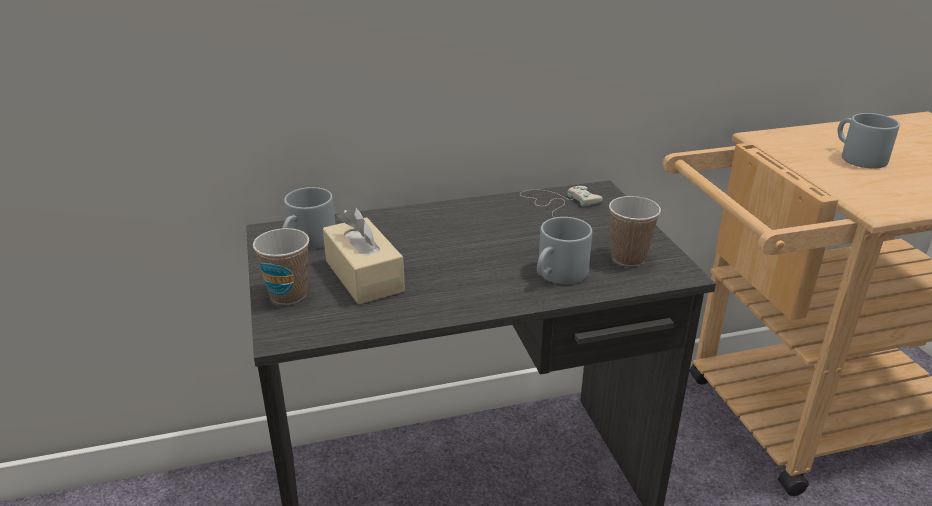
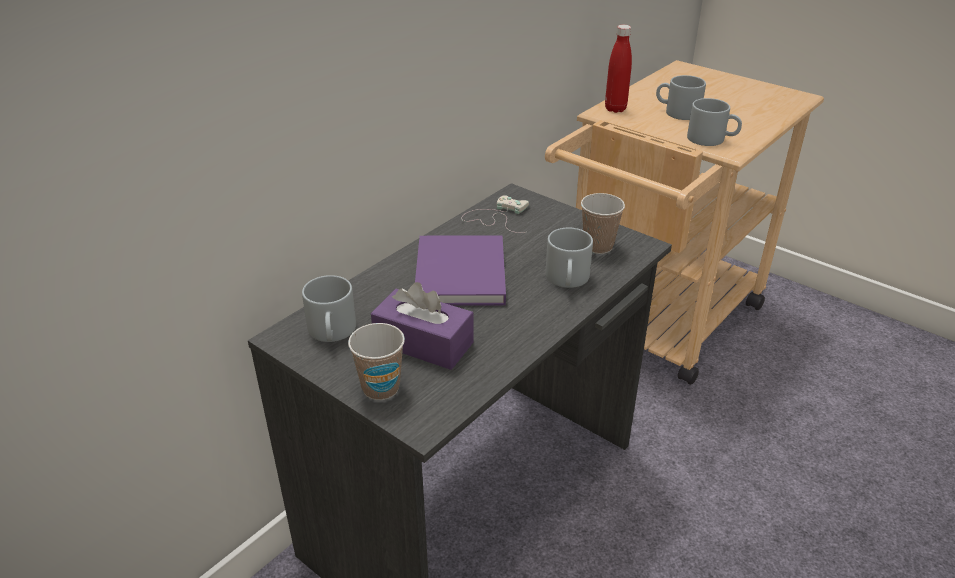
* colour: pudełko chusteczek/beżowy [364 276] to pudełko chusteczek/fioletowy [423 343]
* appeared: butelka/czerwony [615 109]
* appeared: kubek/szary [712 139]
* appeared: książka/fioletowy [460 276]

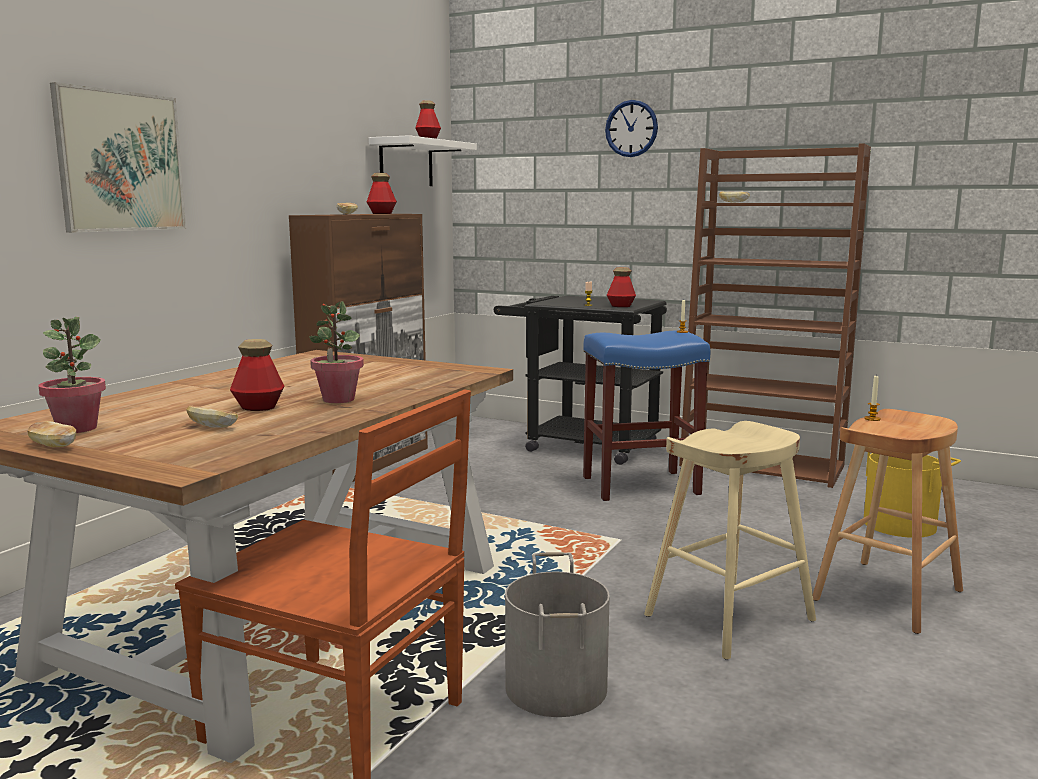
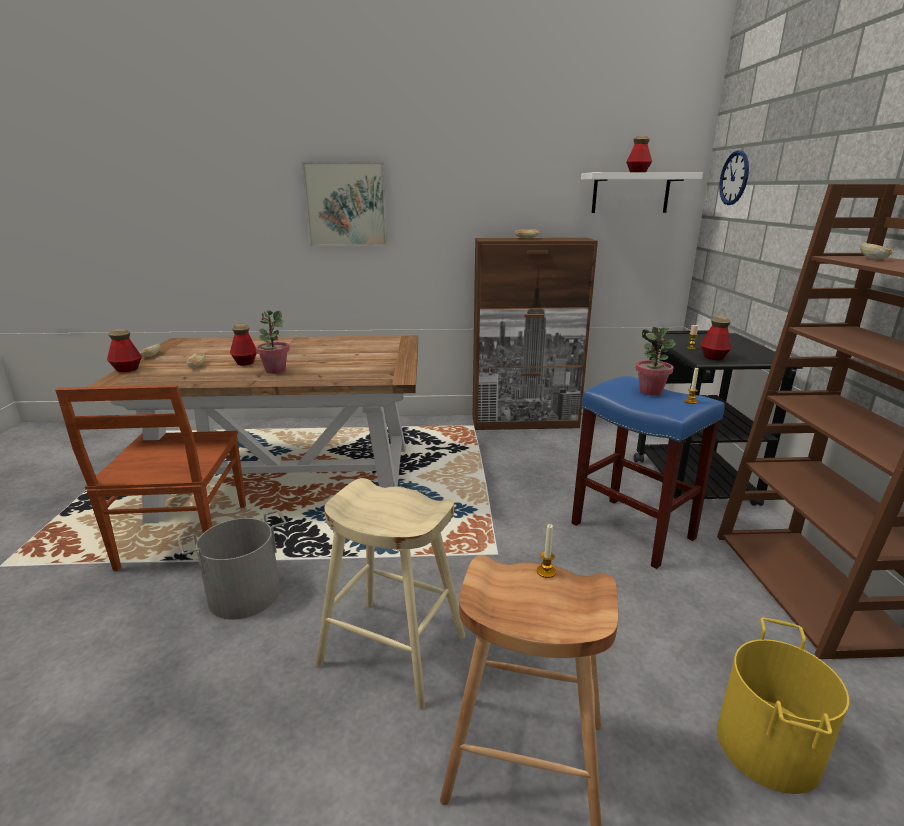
* relocated: zegar ścienny [631 128] to [734 178]
* relocated: butelka [382 213] to [127 369]
* relocated: roślina doniczkowa [77 428] to [650 391]

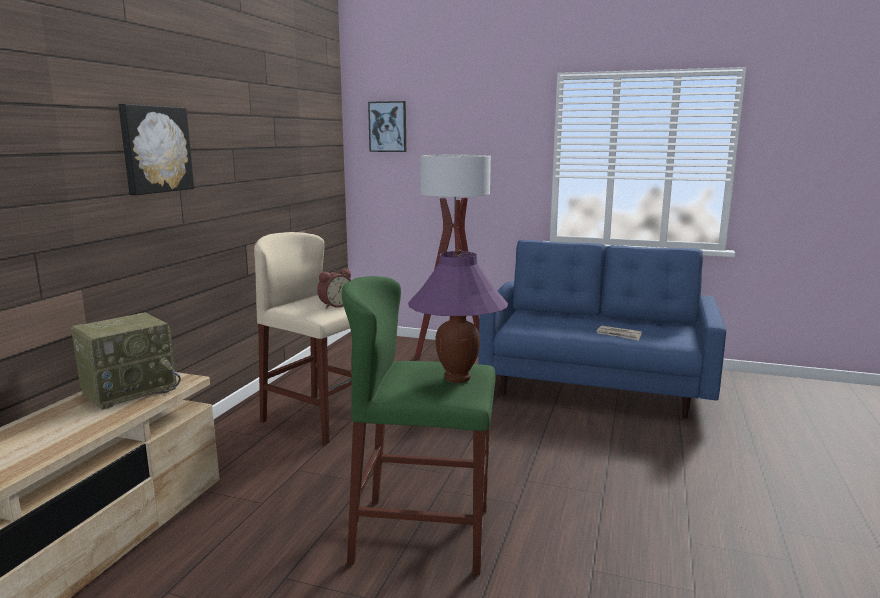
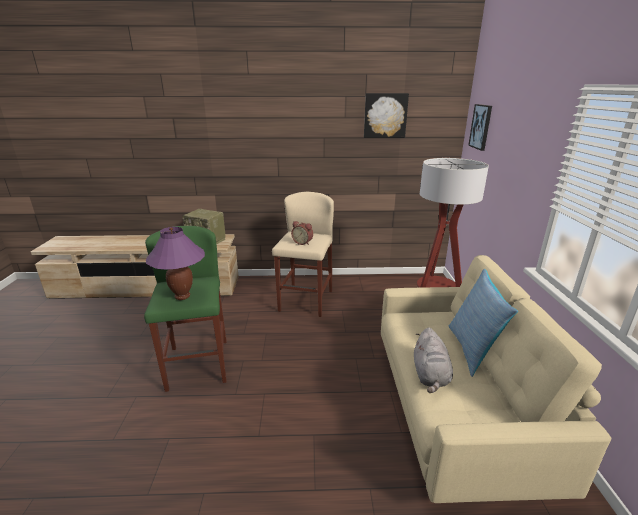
* relocated: obraz [155 149] to [385 115]
* colour: kanapa/niebieski [596 387] to kanapa/beżowy [454 413]
* exchanged: gazeta [619 335] to pluszak/szary [430 375]
* appeared: poduszka [473 350]

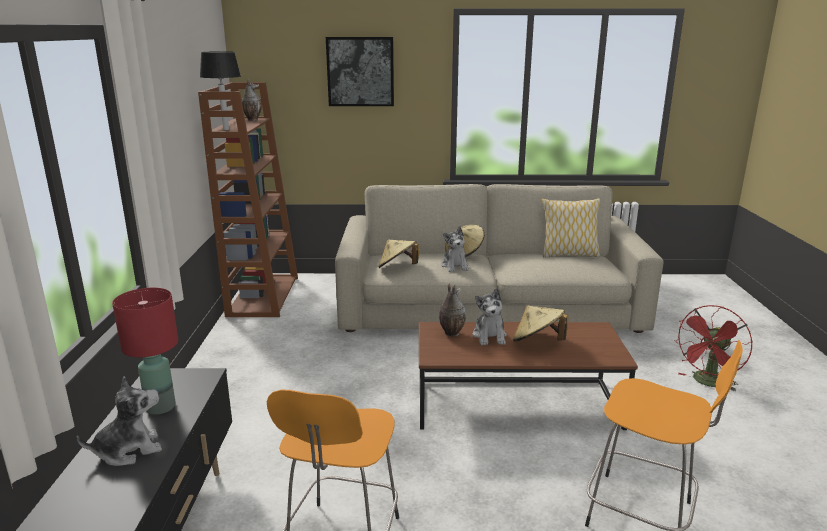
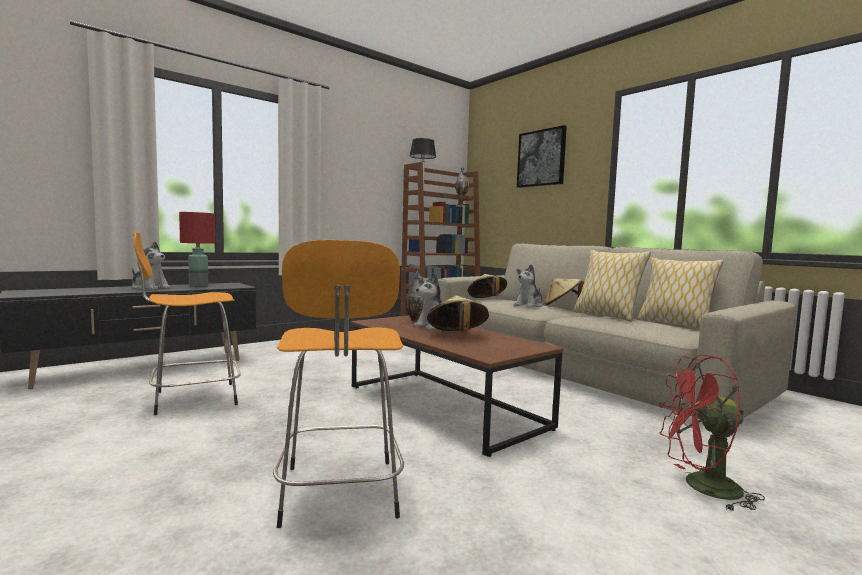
* appeared: poduszka [606 316]

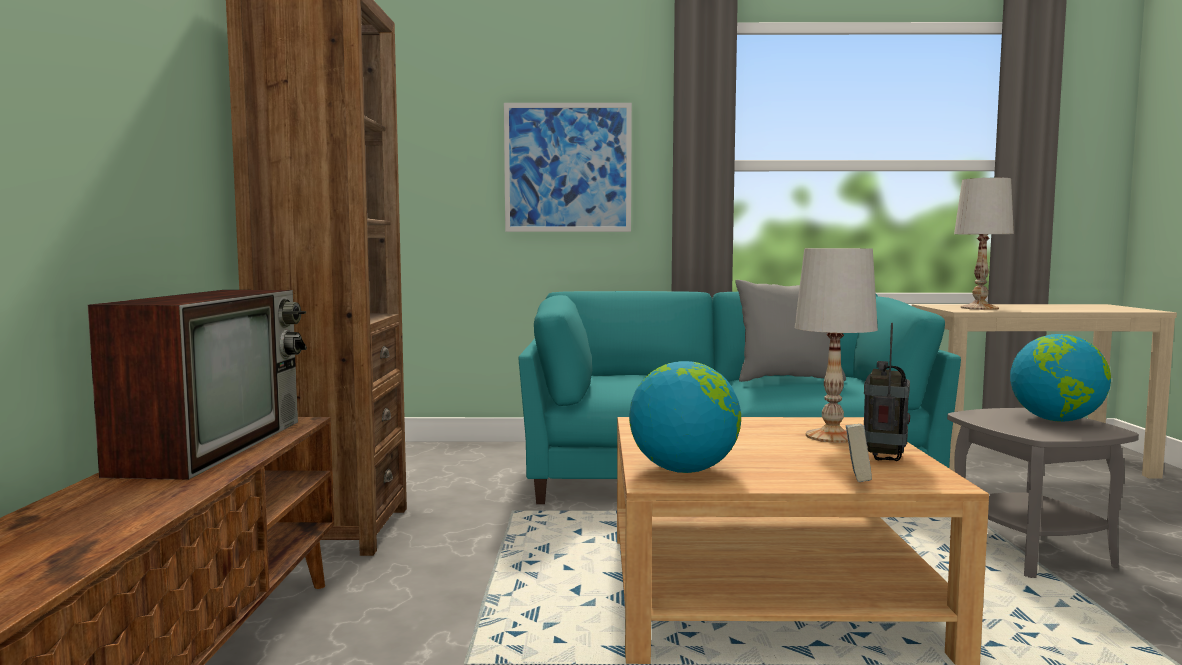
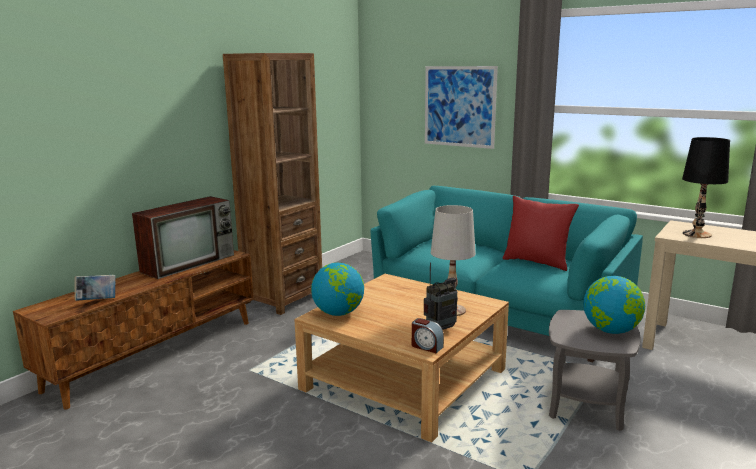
* colour: lampa stołowa/biały [979 308] to lampa stołowa/czarny [696 234]
* colour: poduszka/szary [788 379] to poduszka/czerwony [537 262]
* relocated: książka [857 483] to [97 301]
* appeared: budzik [426 346]

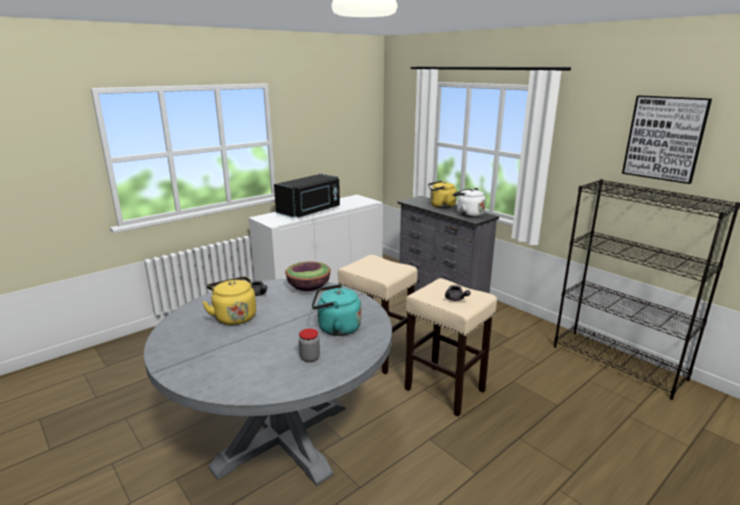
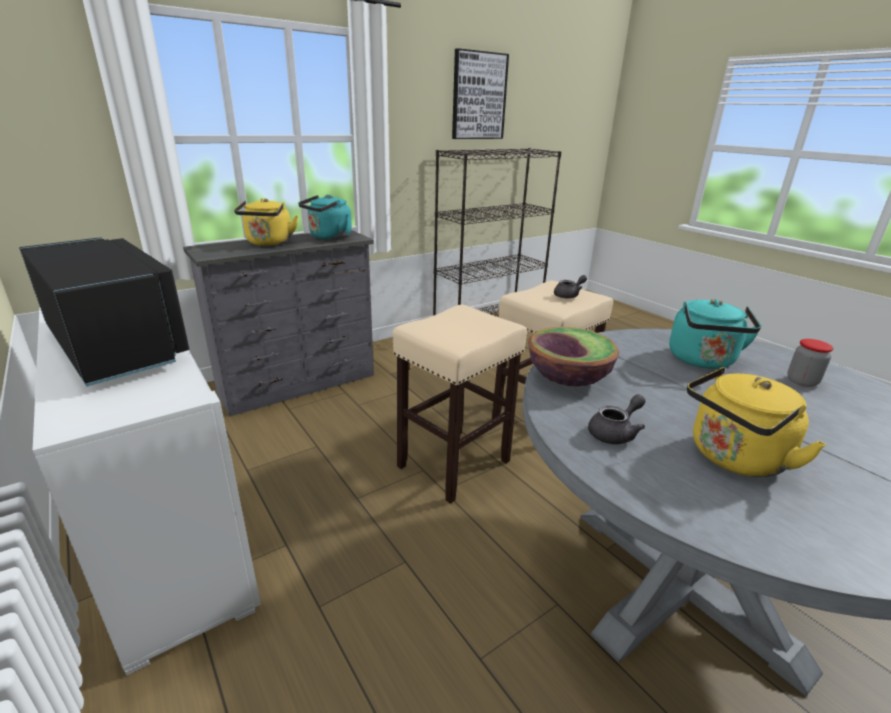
* colour: czajnik/biały [468 214] to czajnik/turkusowy [328 237]

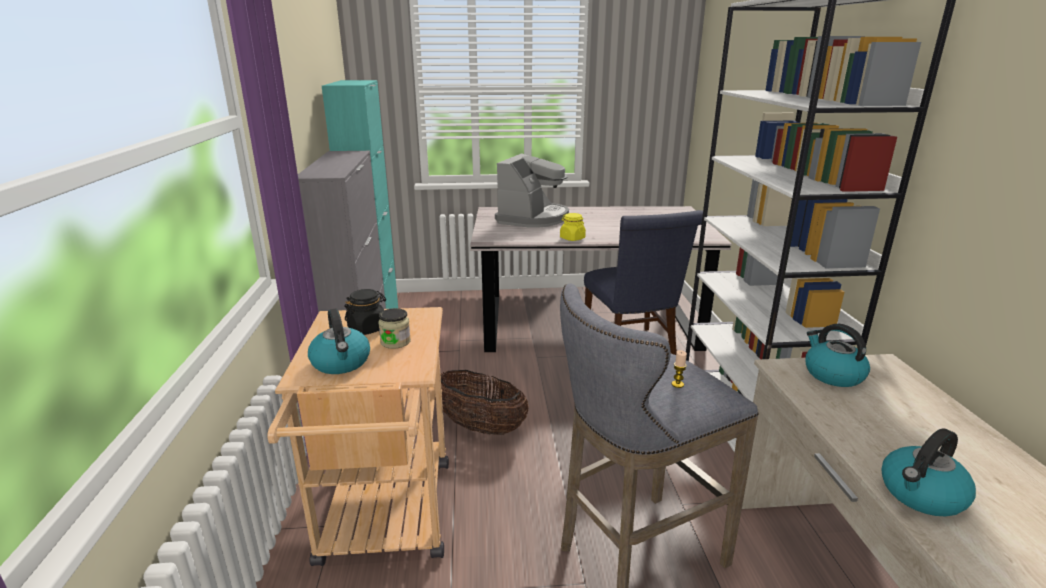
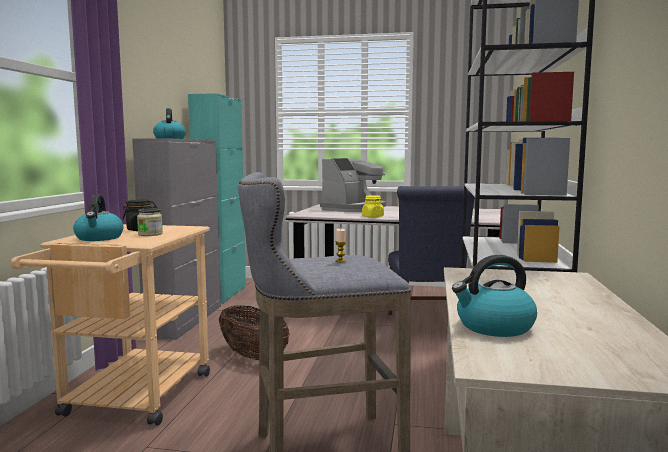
* relocated: czajnik [832 374] to [169 138]

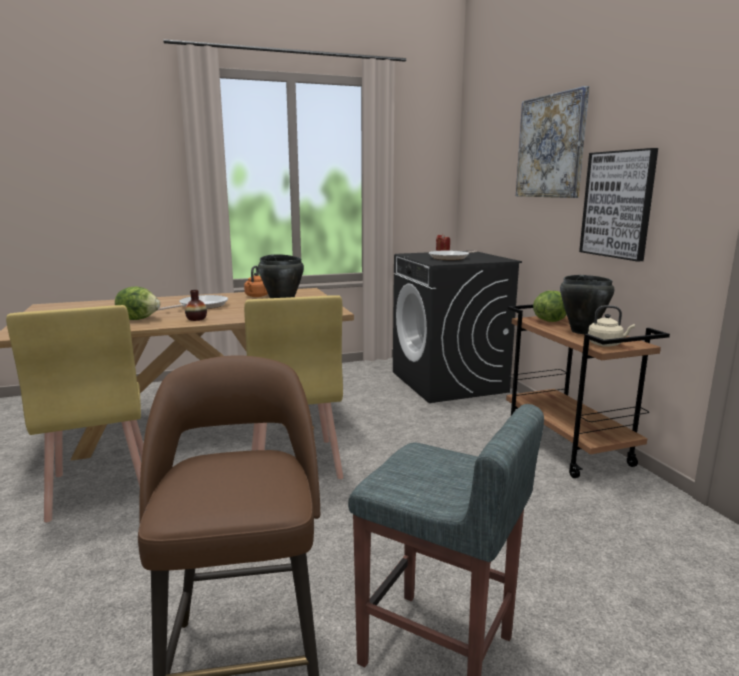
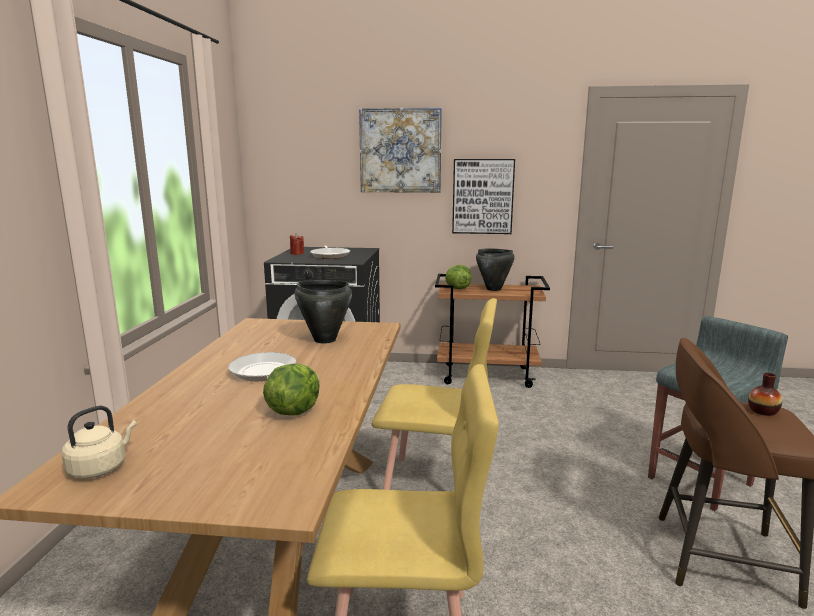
* missing: czajnik/pomarańczowy [256 296]
* relocated: wazon [196 319] to [763 411]
* relocated: czajnik/beżowy [606 344] to [100 467]

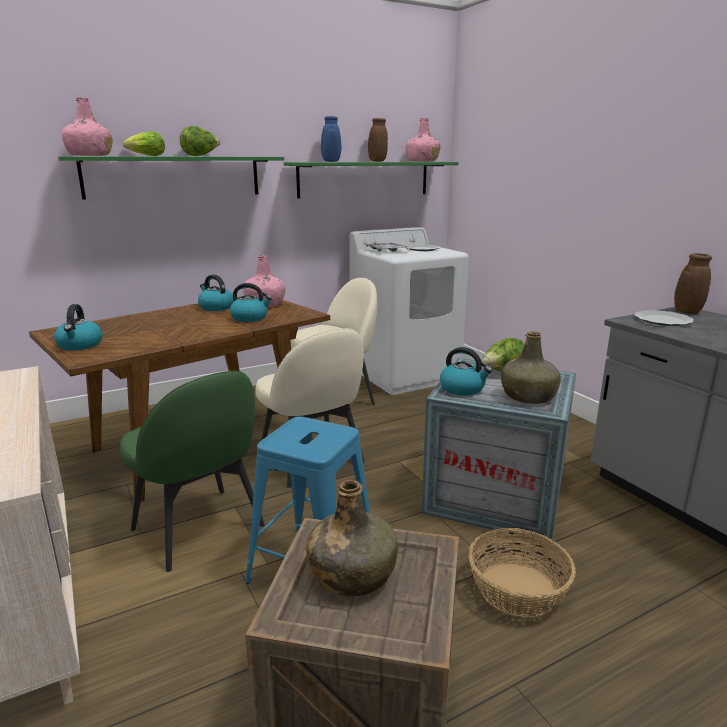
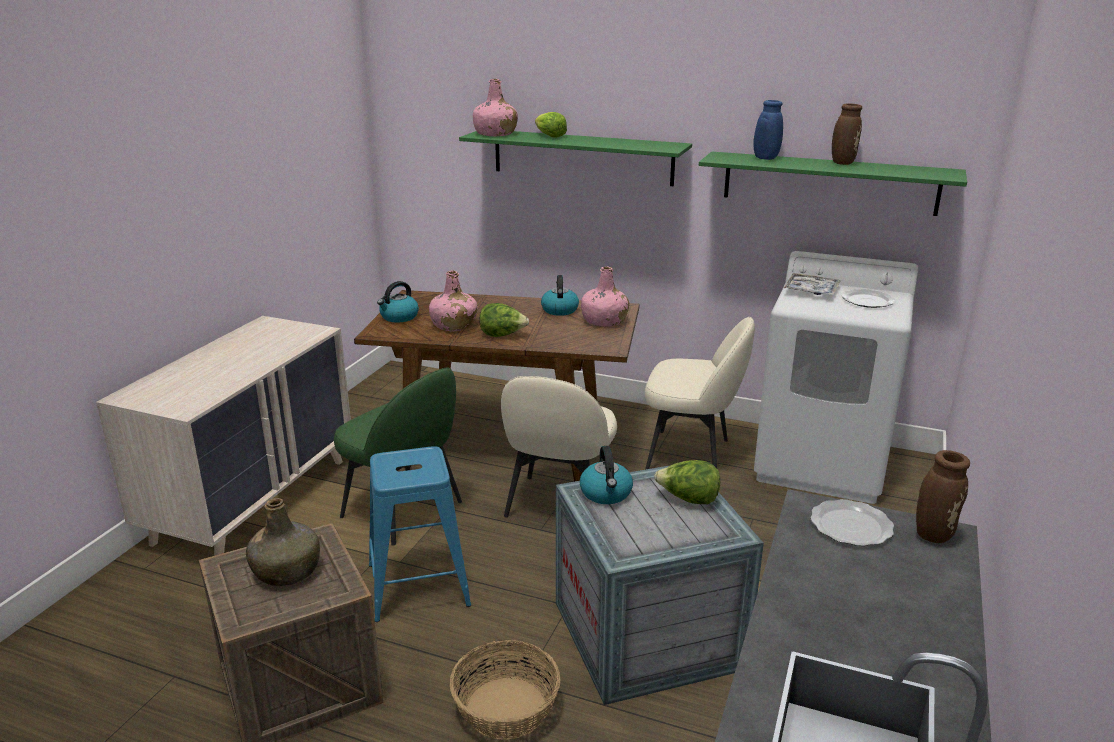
* relocated: butelka/różowy [422 161] to [453 325]
* relocated: sałata [200 156] to [502 335]
* missing: czajnik [250 318]
* missing: butelka/zielony [528 397]
* spun: krzesło/zielony [200 529] = [404 510] 60 degrees counterclockwise

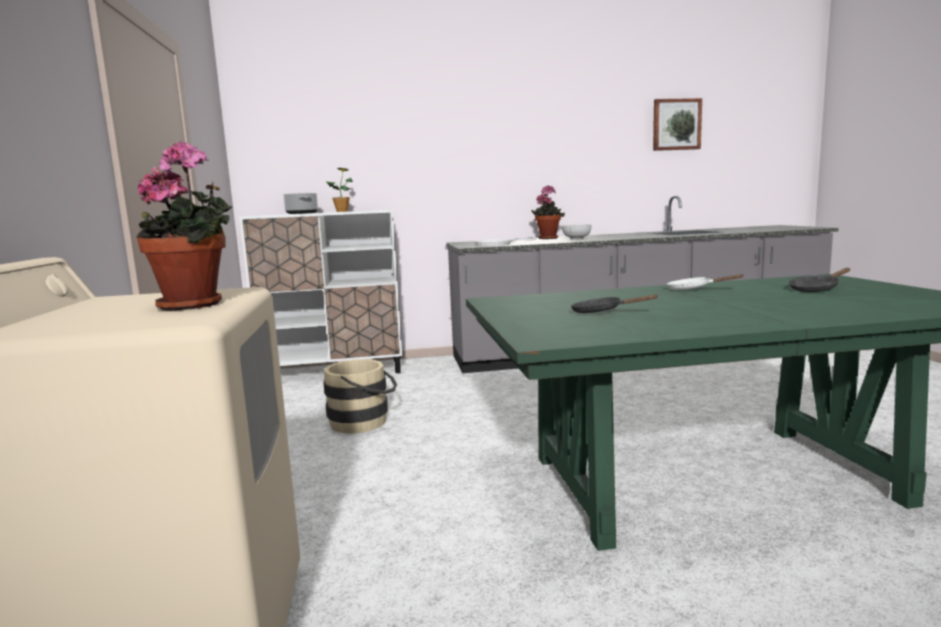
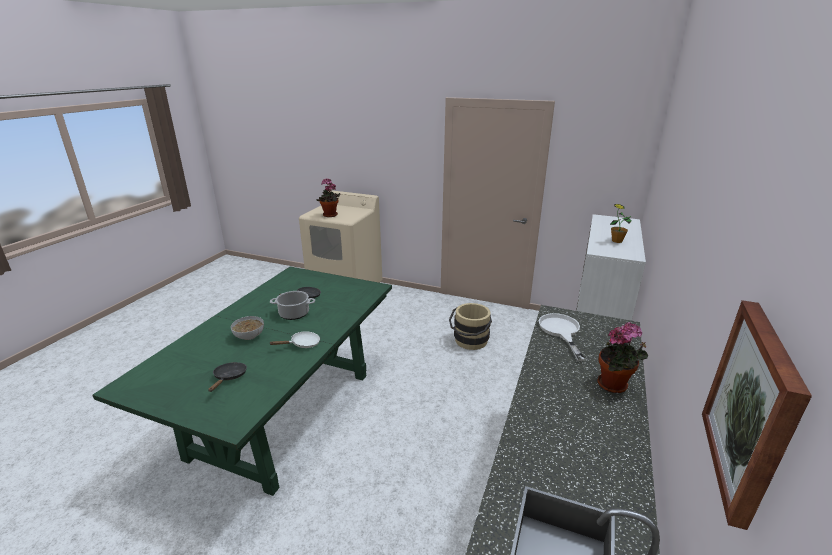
* relocated: garnek [302 213] to [293 314]
* relocated: miska [577 239] to [249 336]

